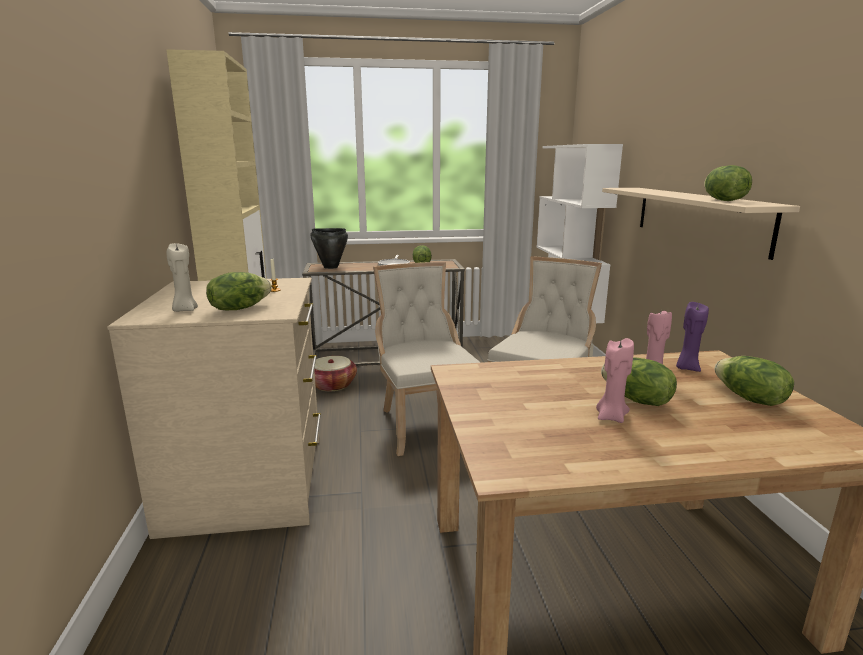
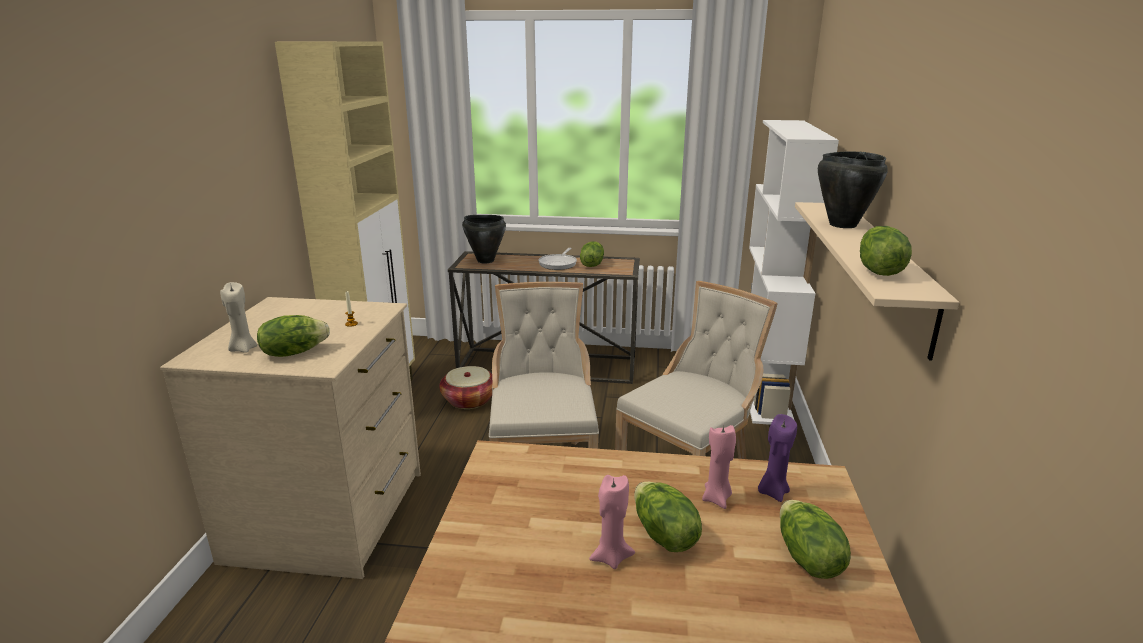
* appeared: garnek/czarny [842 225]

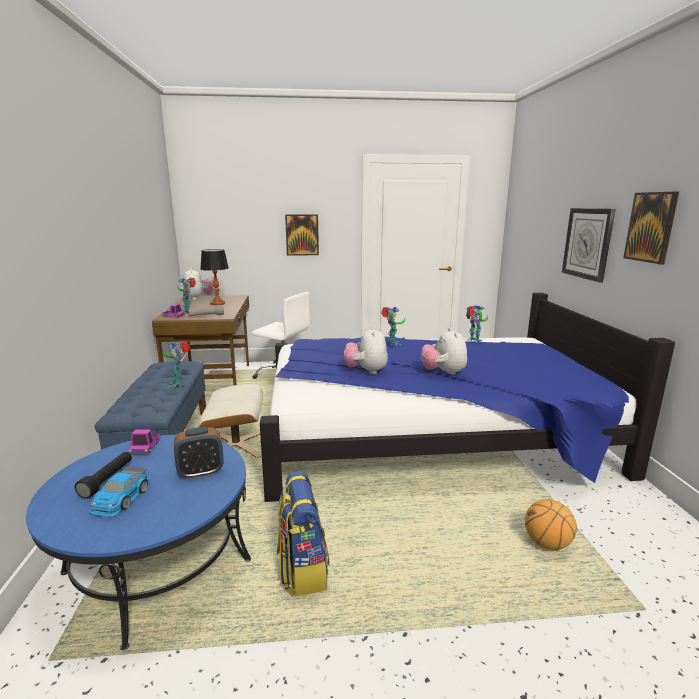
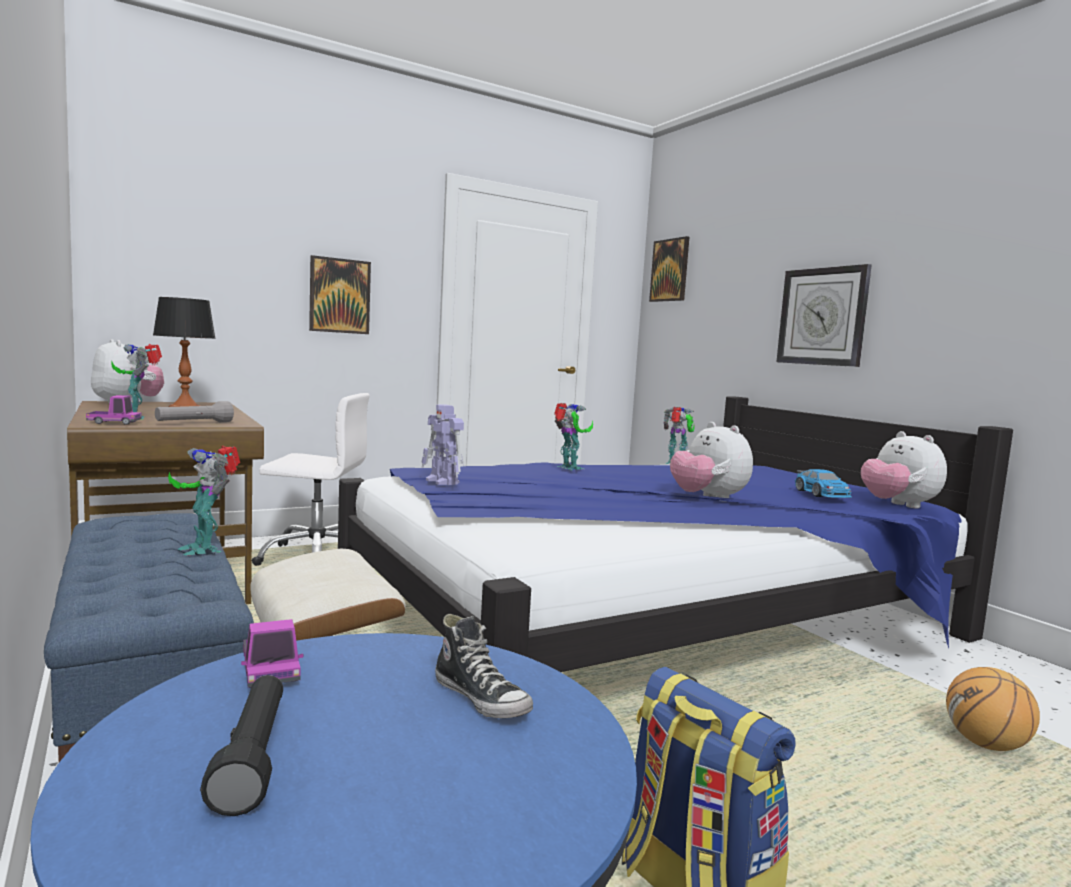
* relocated: obraz [651 227] to [670 270]
* relocated: pluszak [366 371] to [898 505]
* exchanged: budzik [201 472] to but [482 698]
* relocated: samochodzik [121 499] to [821 494]
* appeared: robot zabawkowy [443 481]

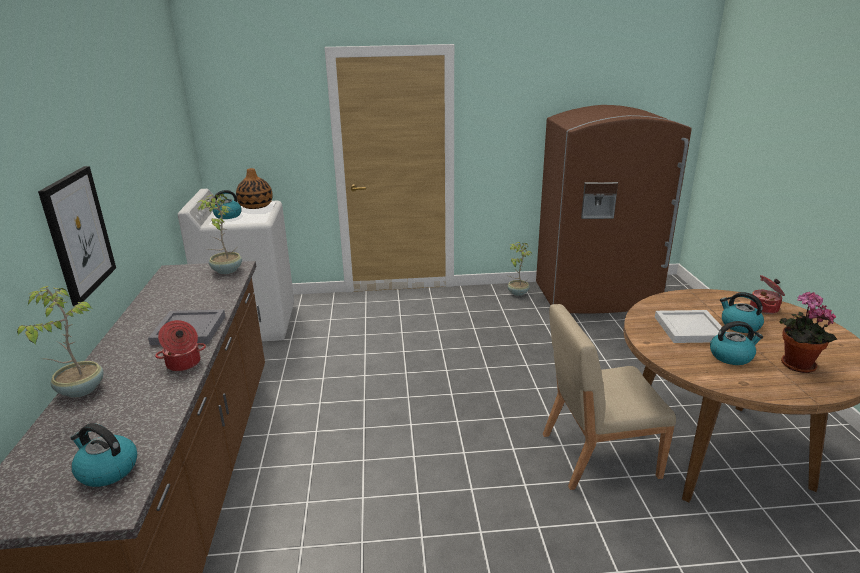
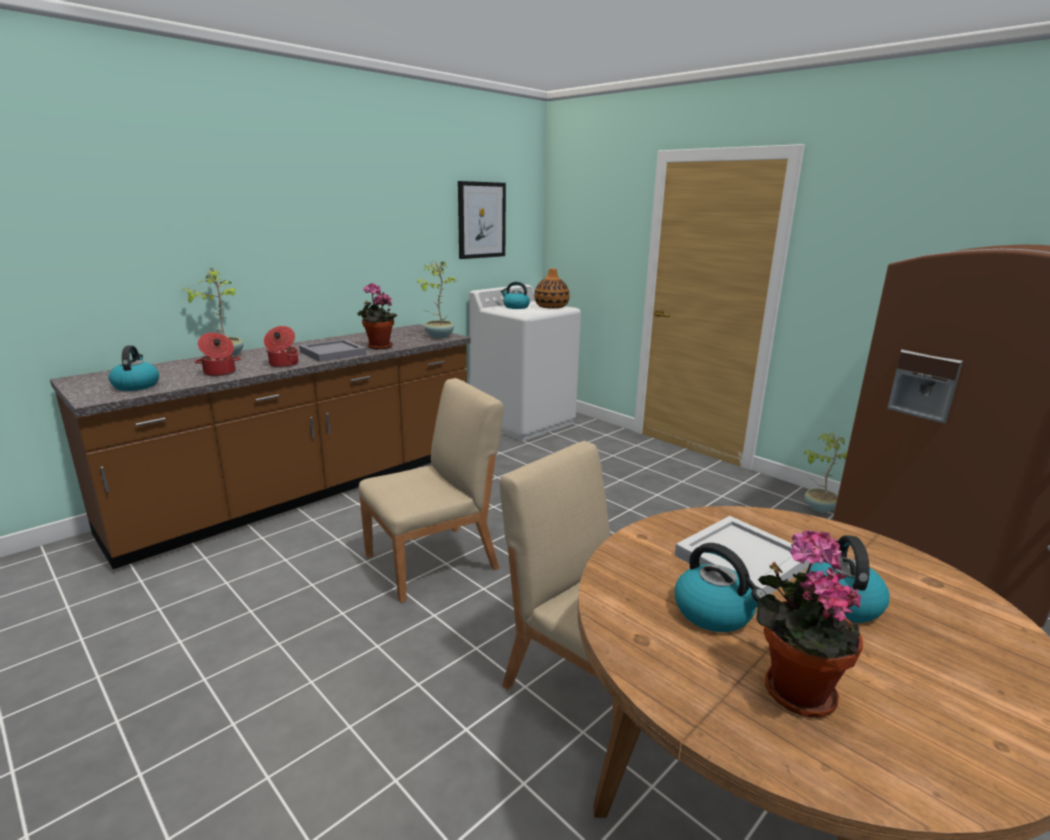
* relocated: obraz [78 234] to [481 220]
* relocated: garnek [765 308] to [219 373]
* appeared: roślina doniczkowa [378 347]
* appeared: krzesło/beżowy [433 562]

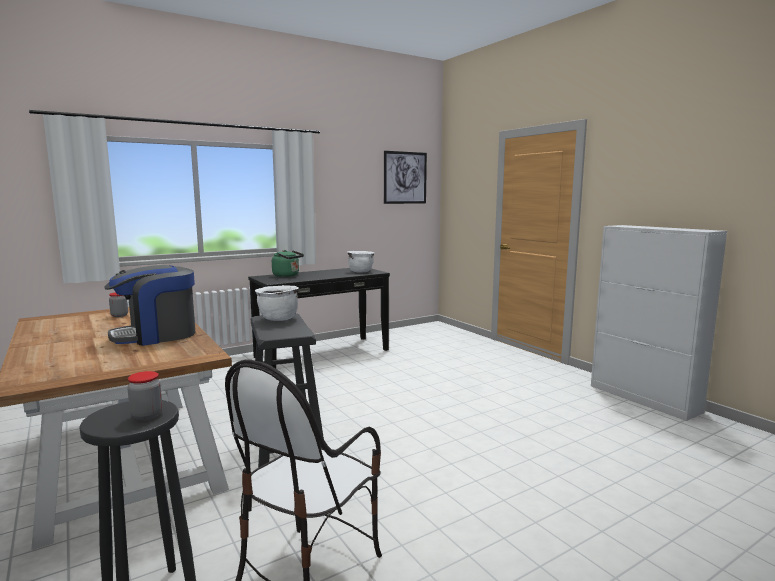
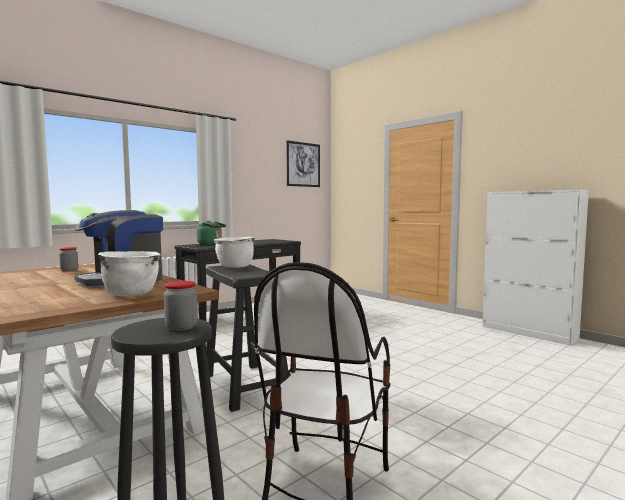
* relocated: garnek/biały [361 271] to [131 294]

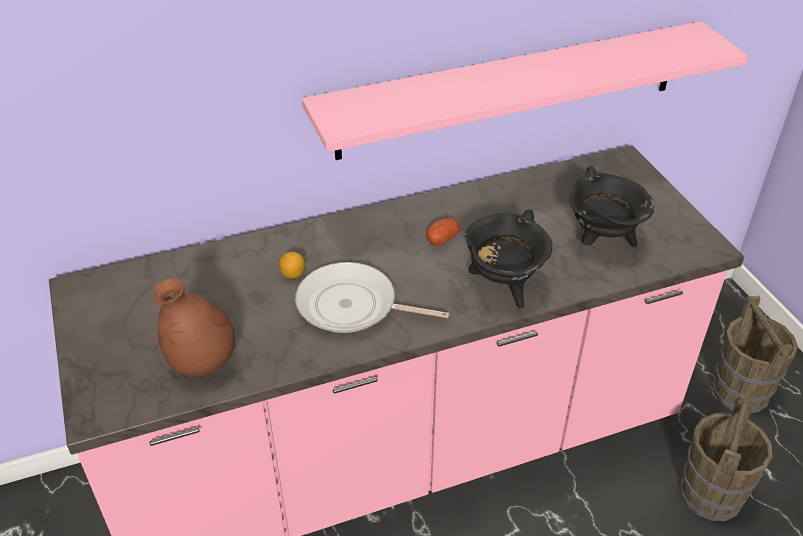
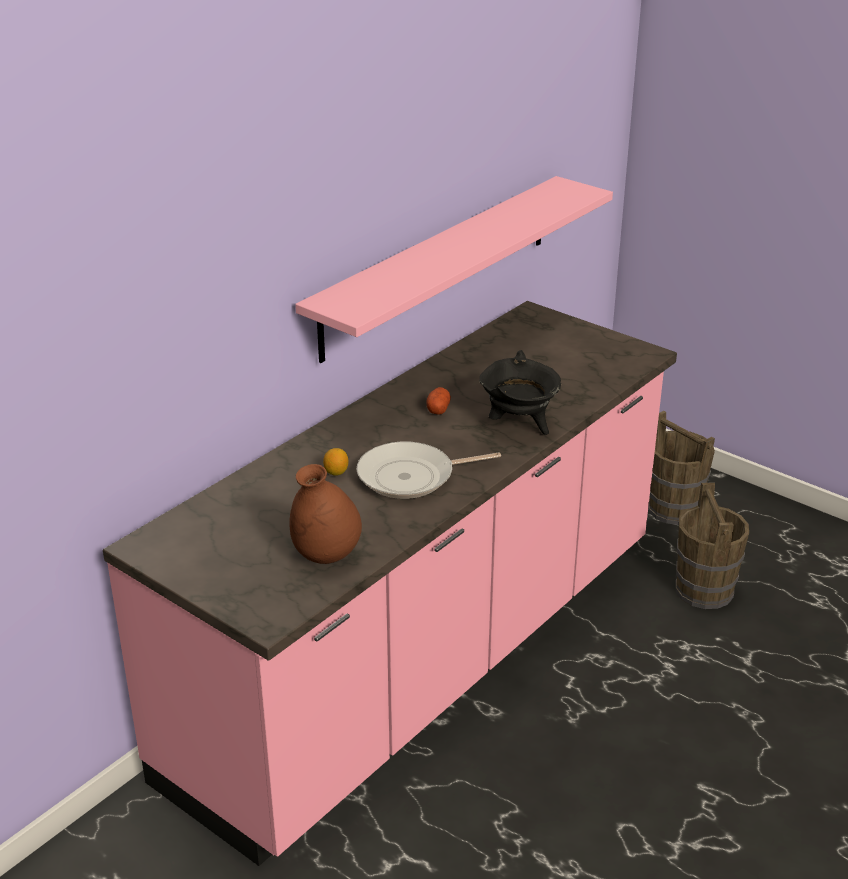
* missing: garnek/czarny [602 241]

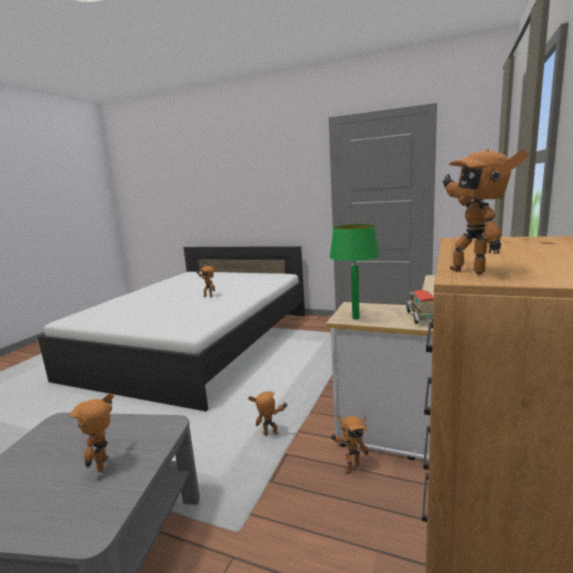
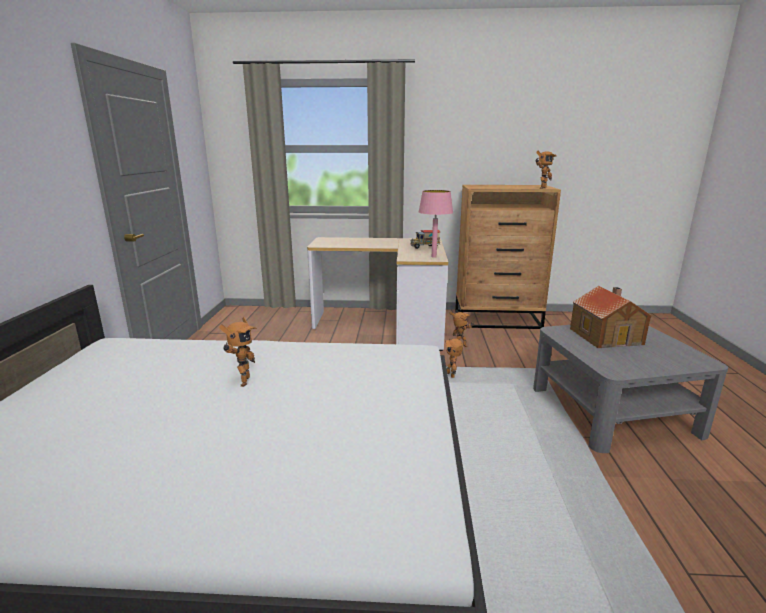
* colour: lampa stołowa/zielony [355 318] to lampa stołowa/różowy [434 257]
* exchanged: robot zabawkowy [107 463] to domek [606 336]

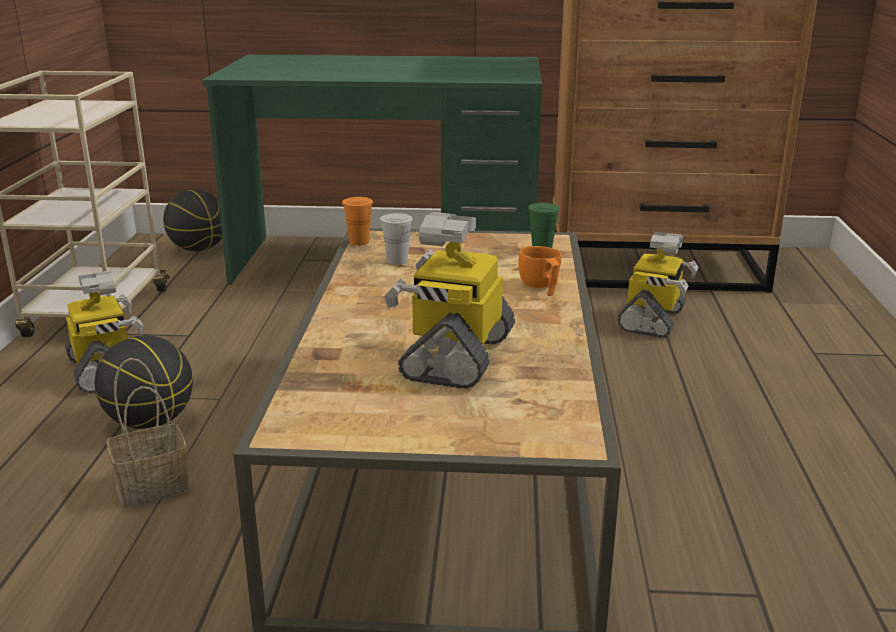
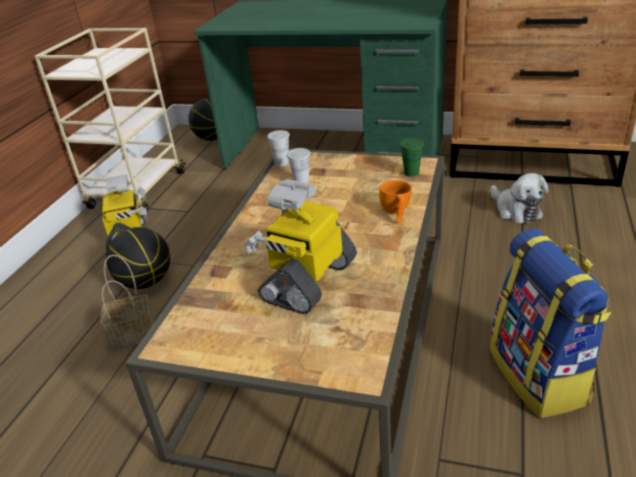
* colour: filiżanka/pomarańczowy [359 242] to filiżanka/biały [281 163]
* exchanged: robot zabawkowy [653 320] to pluszak [516 210]
* appeared: plecak [540 375]

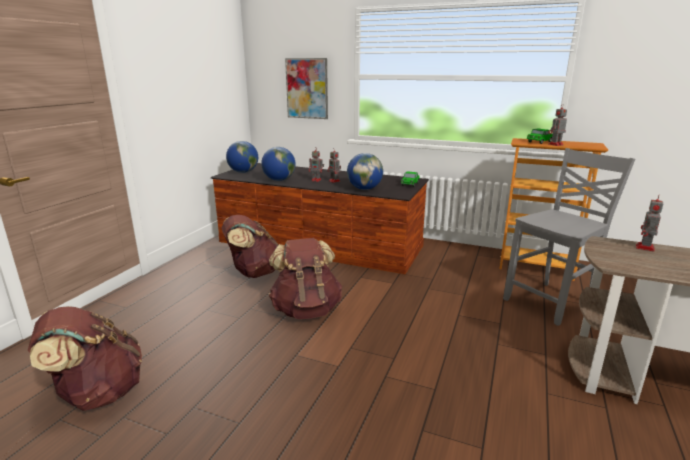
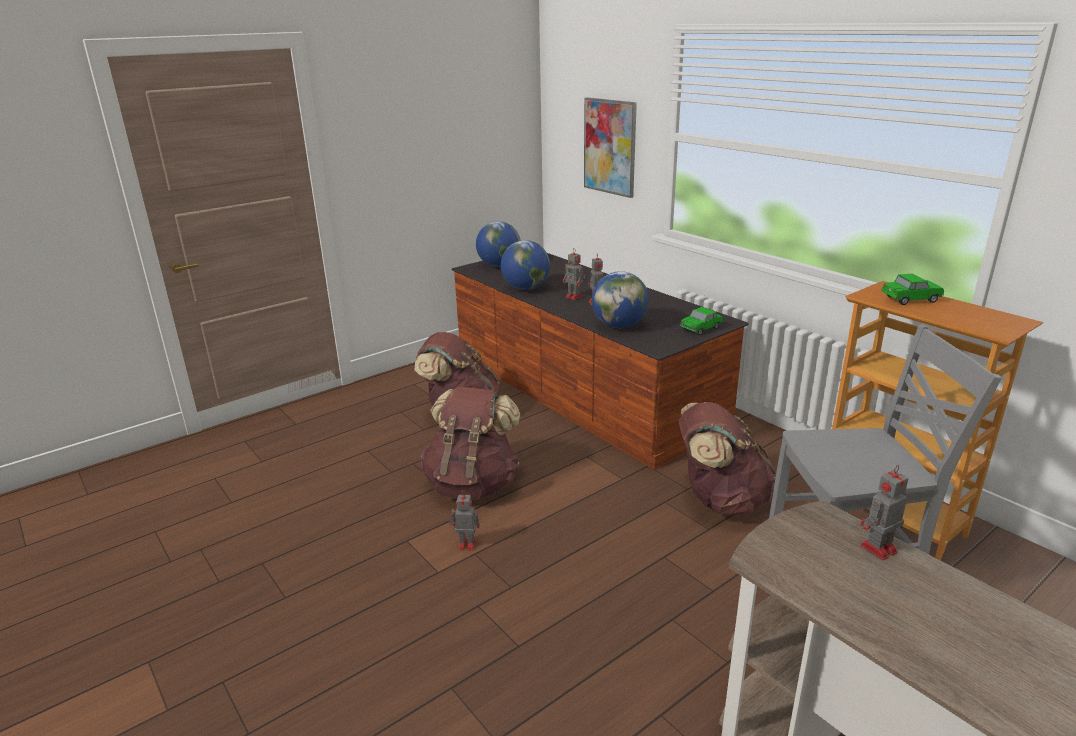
* relocated: robot zabawkowy [555 144] to [466 544]
* relocated: plecak/brązowy [98 393] to [719 499]

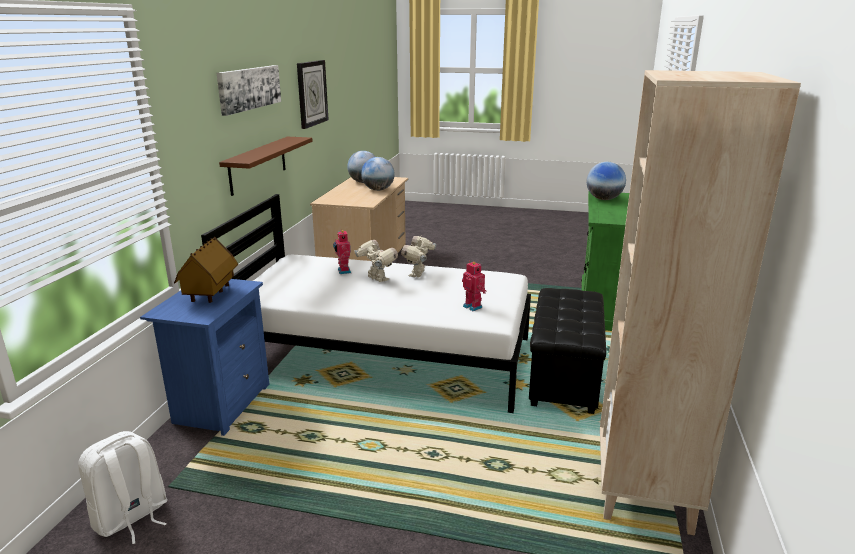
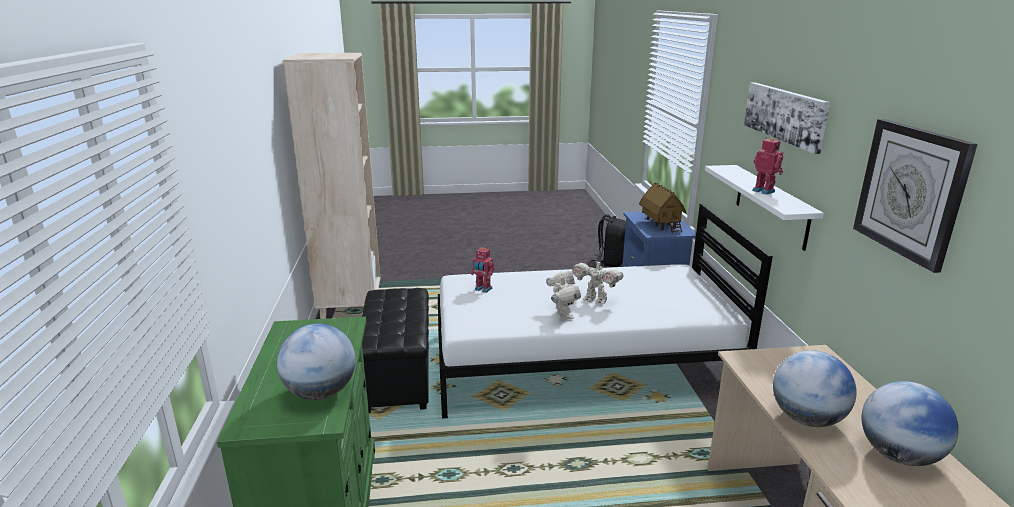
* colour: półka/brązowy [258 165] to półka/biały [771 205]
* relocated: robot zabawkowy [343 271] to [764 191]
* colour: plecak/biały [131 518] to plecak/czarny [611 261]

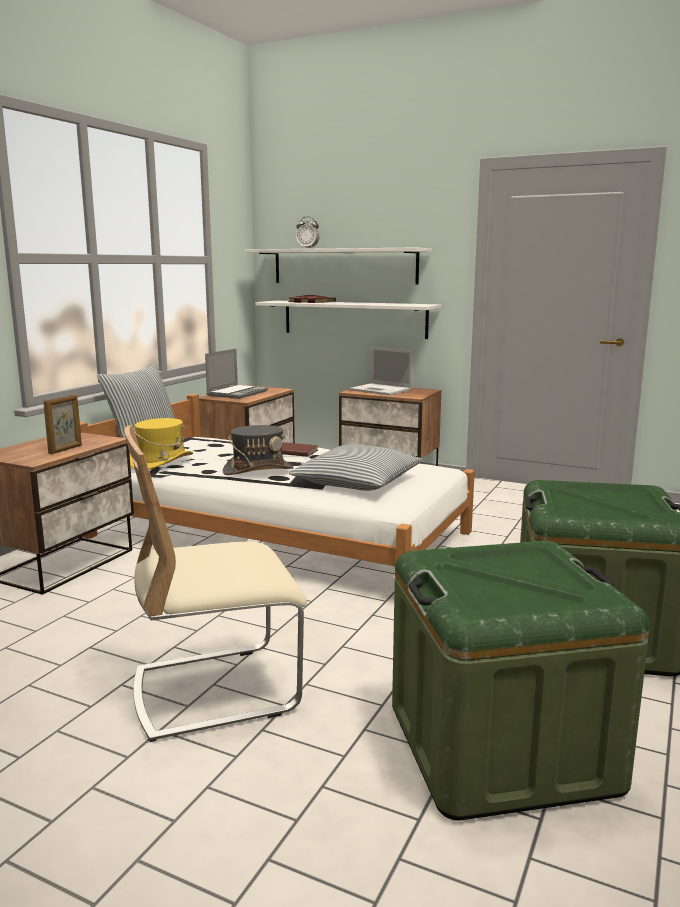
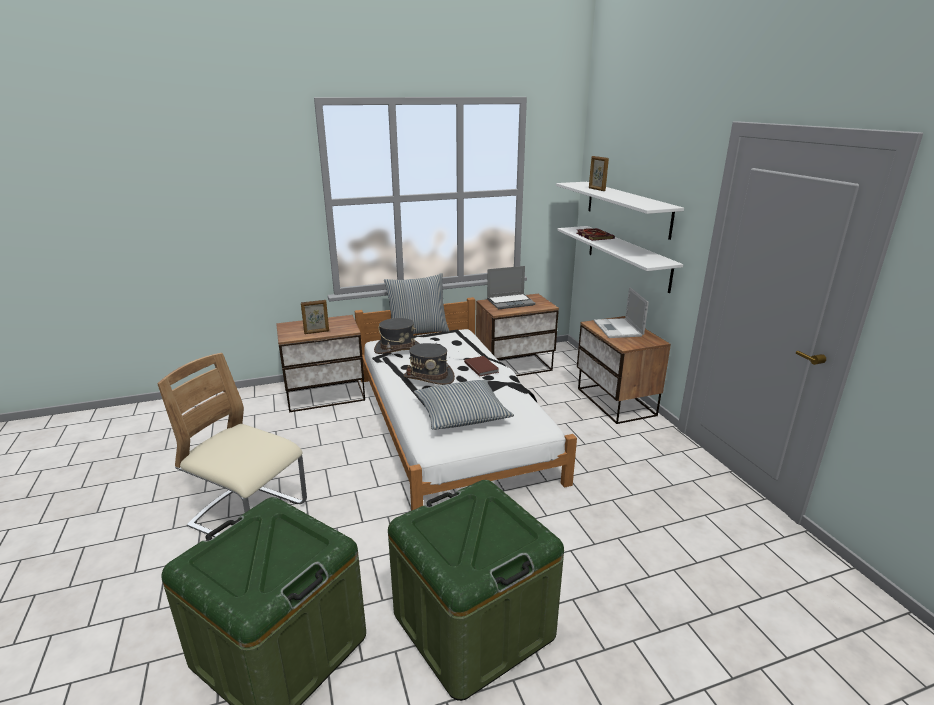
* exchanged: budzik [307 248] to ramka na zdjęcie [596 189]
* colour: kapelusz/żółty [161 462] to kapelusz/szary [397 349]

